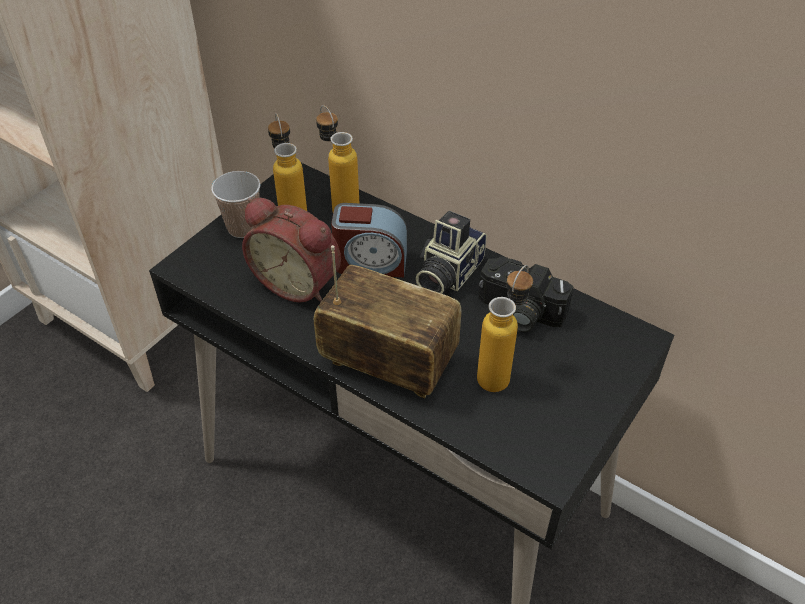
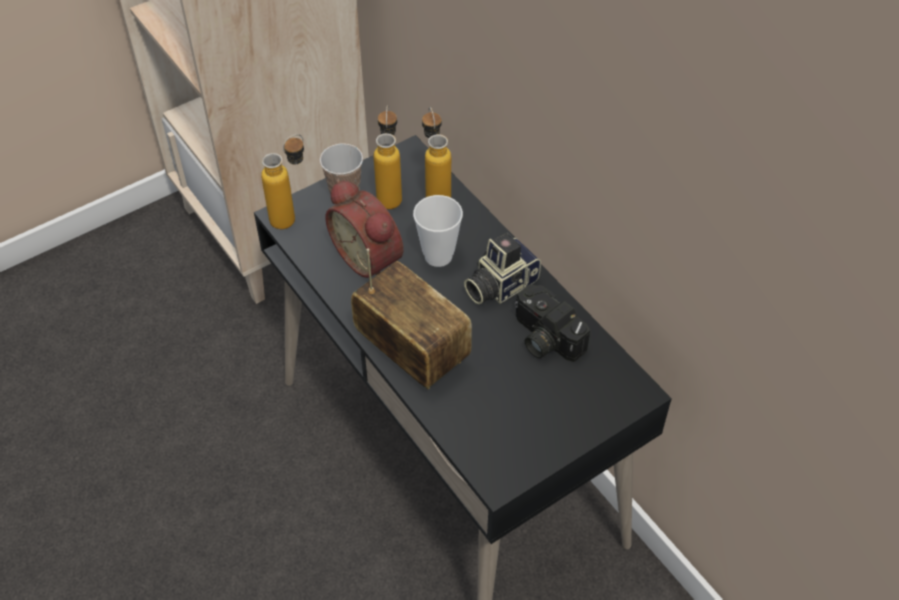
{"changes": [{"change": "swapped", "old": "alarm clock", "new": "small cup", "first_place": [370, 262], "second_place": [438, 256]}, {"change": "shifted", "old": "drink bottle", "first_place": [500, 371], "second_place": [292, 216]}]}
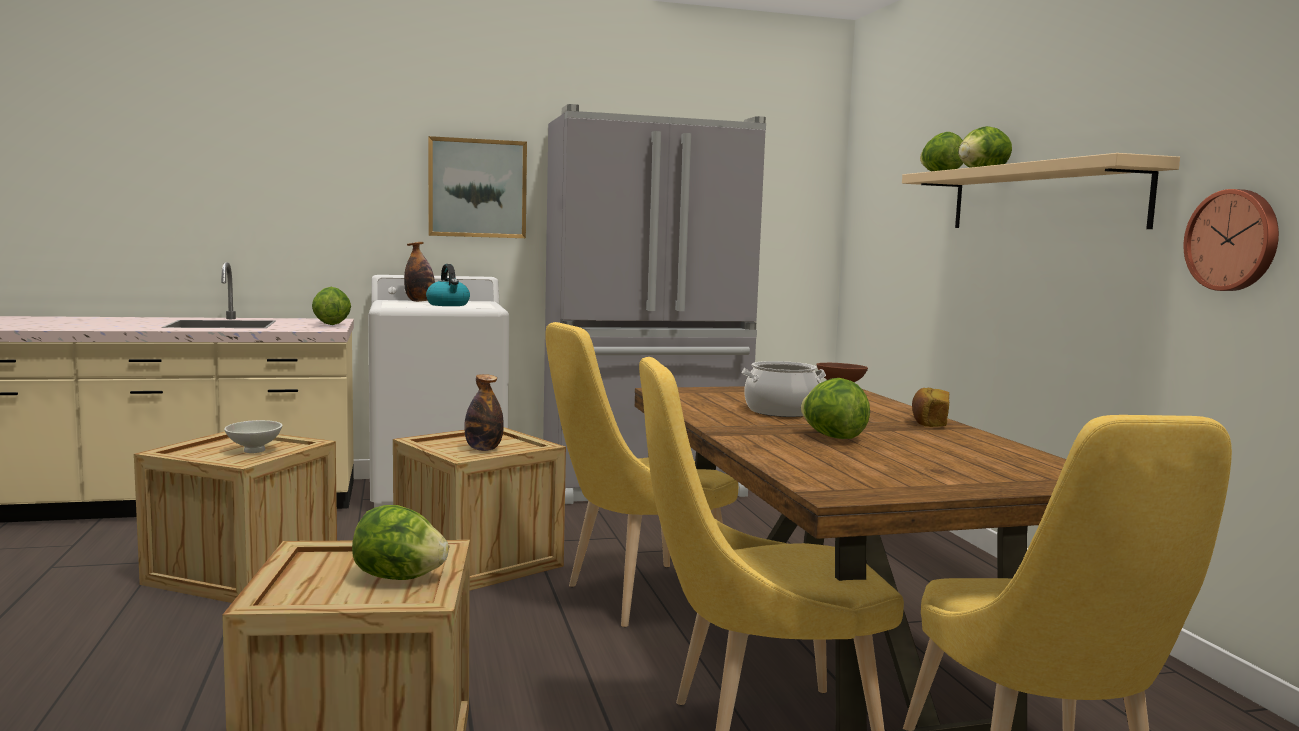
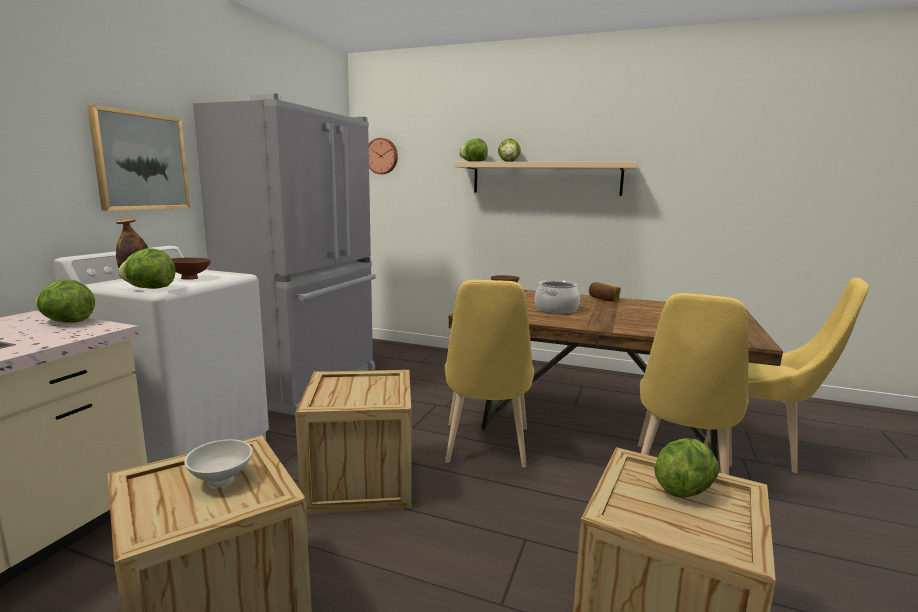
{"changes": [{"change": "swapped", "old": "kettle", "new": "serving bowl/brown", "first_place": [448, 305], "second_place": [190, 278]}, {"change": "gone", "old": "drink bottle", "first_place": [483, 449]}, {"change": "shifted", "old": "lettuce head", "first_place": [832, 437], "second_place": [149, 288]}, {"change": "shifted", "old": "wall clock", "first_place": [1234, 240], "second_place": [382, 156]}]}
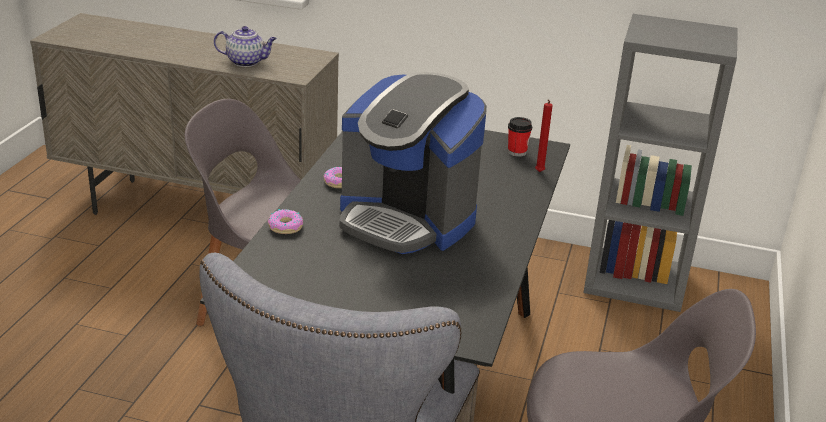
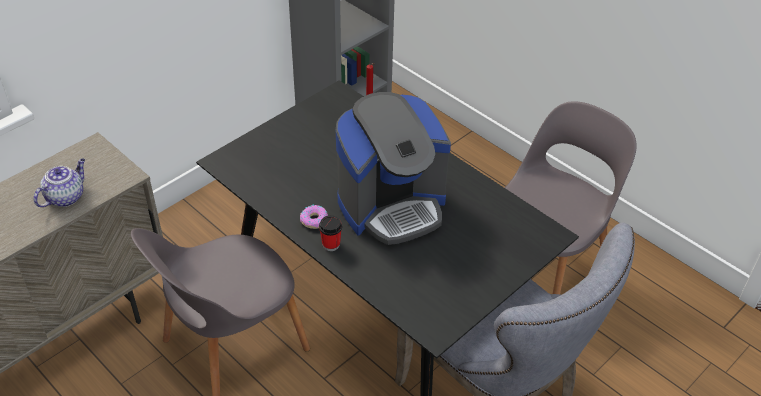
{"changes": [{"change": "gone", "old": "donut", "first_place": [286, 227]}, {"change": "shifted", "old": "small cup", "first_place": [517, 152], "second_place": [331, 244]}]}
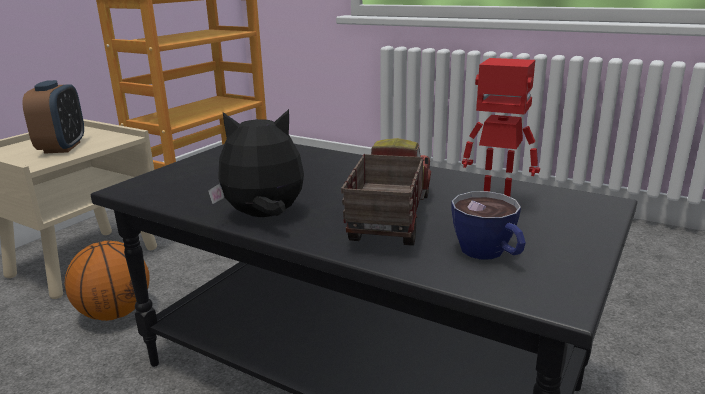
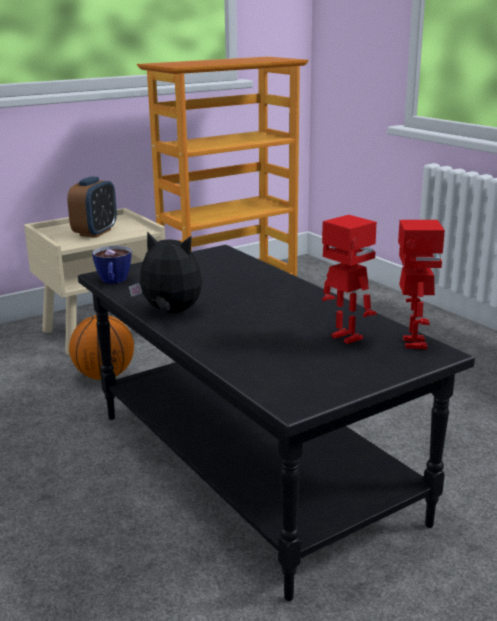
{"changes": [{"change": "gone", "old": "model truck", "first_place": [389, 218]}, {"change": "shifted", "old": "small cup", "first_place": [489, 254], "second_place": [113, 281]}, {"change": "new", "new": "model robot", "second_place": [413, 343]}]}
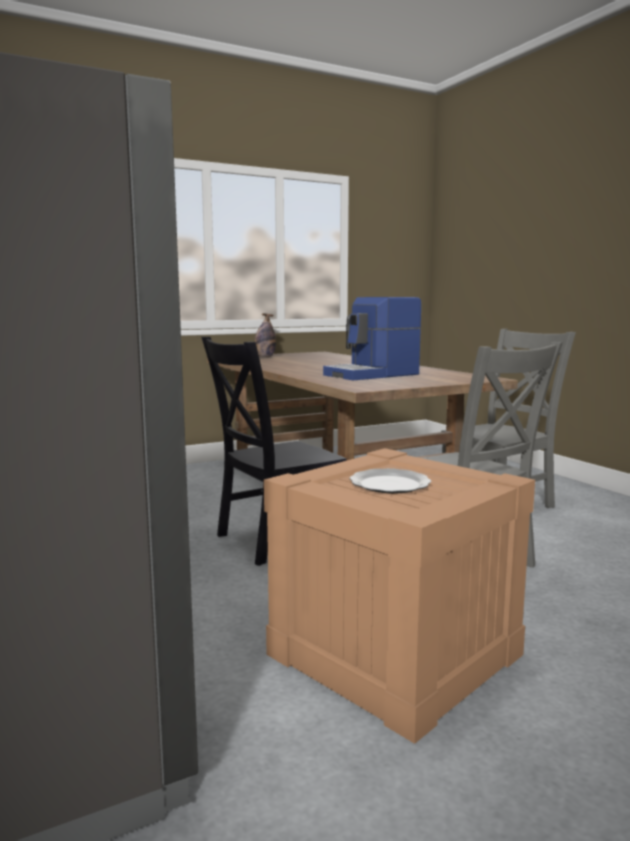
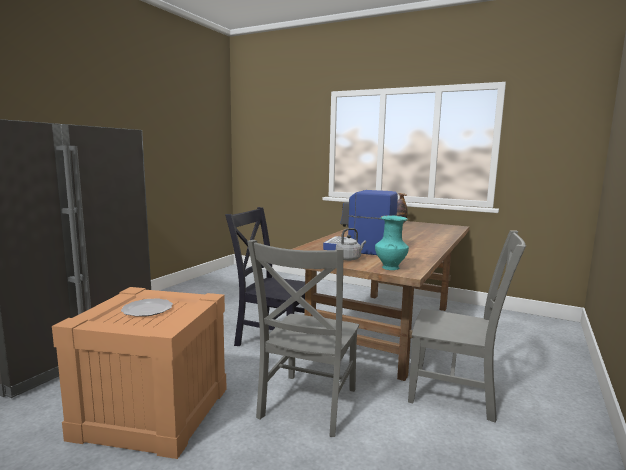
{"changes": [{"change": "new", "new": "kettle/greyish", "second_place": [349, 259]}, {"change": "new", "new": "flower vase/turquoise-coloured", "second_place": [390, 267]}]}
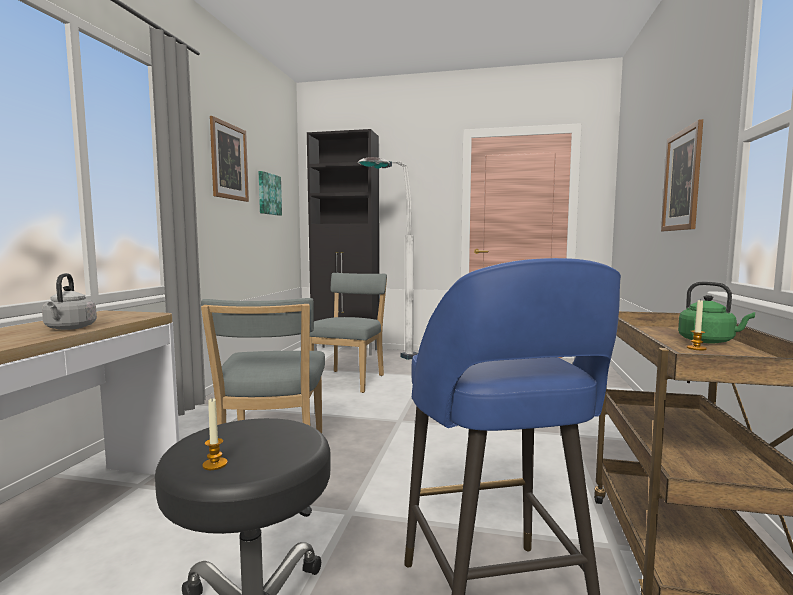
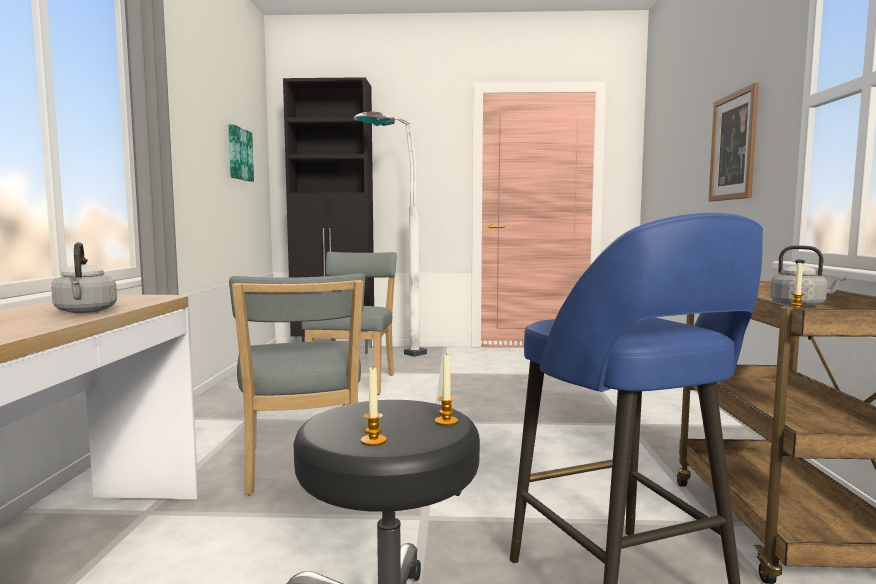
{"changes": [{"change": "gone", "old": "wall picture", "first_place": [229, 161]}, {"change": "repainted", "old": "kettle/green-coloured", "new": "kettle/greyish", "first_place": [709, 341], "second_place": [800, 306]}, {"change": "new", "new": "candle", "second_place": [446, 421]}]}
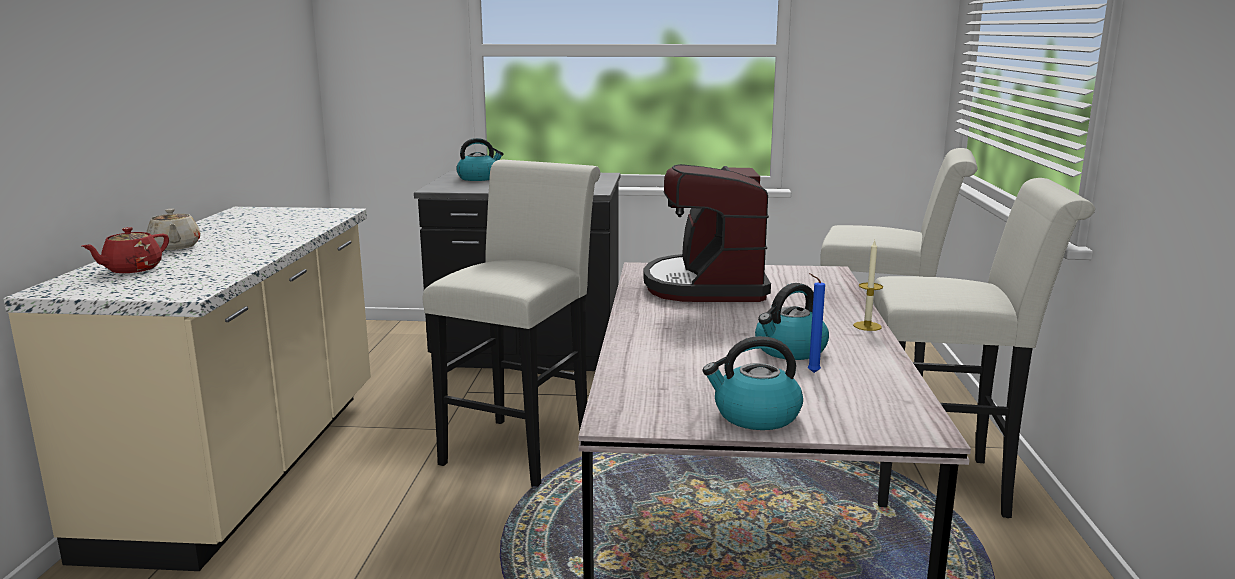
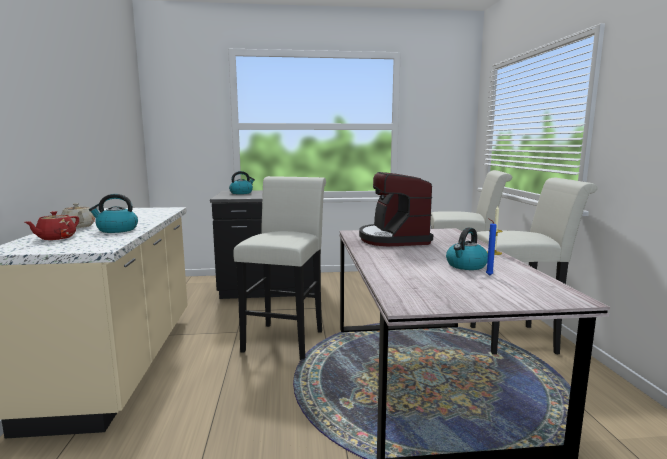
{"changes": [{"change": "shifted", "old": "kettle", "first_place": [755, 416], "second_place": [116, 230]}]}
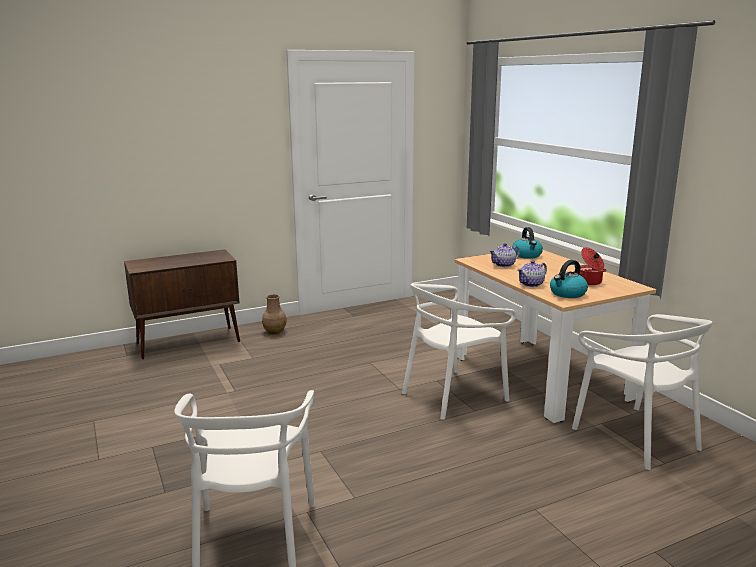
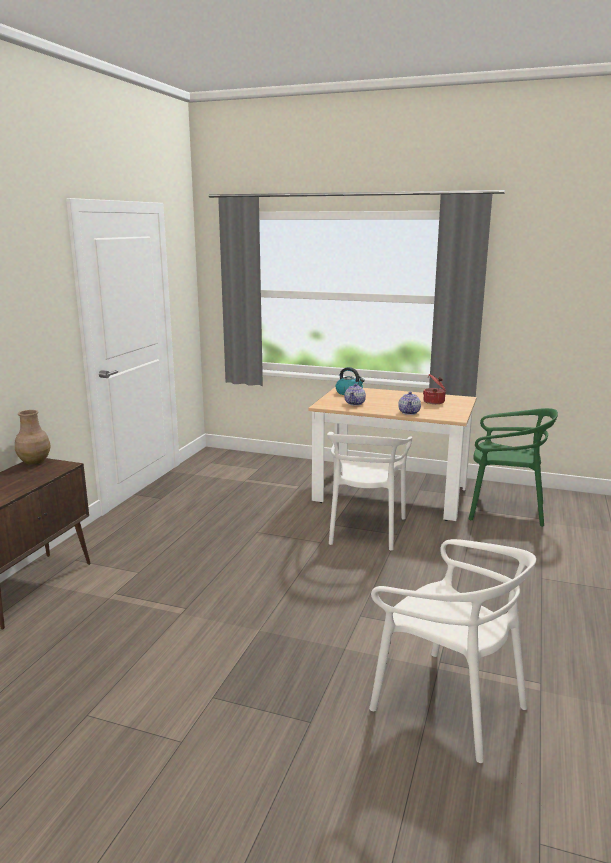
{"changes": [{"change": "shifted", "old": "flower vase/brown", "first_place": [274, 331], "second_place": [34, 461]}, {"change": "gone", "old": "kettle", "first_place": [567, 294]}, {"change": "repainted", "old": "plain chair/white", "new": "plain chair/green-coloured", "first_place": [636, 437], "second_place": [505, 510]}]}
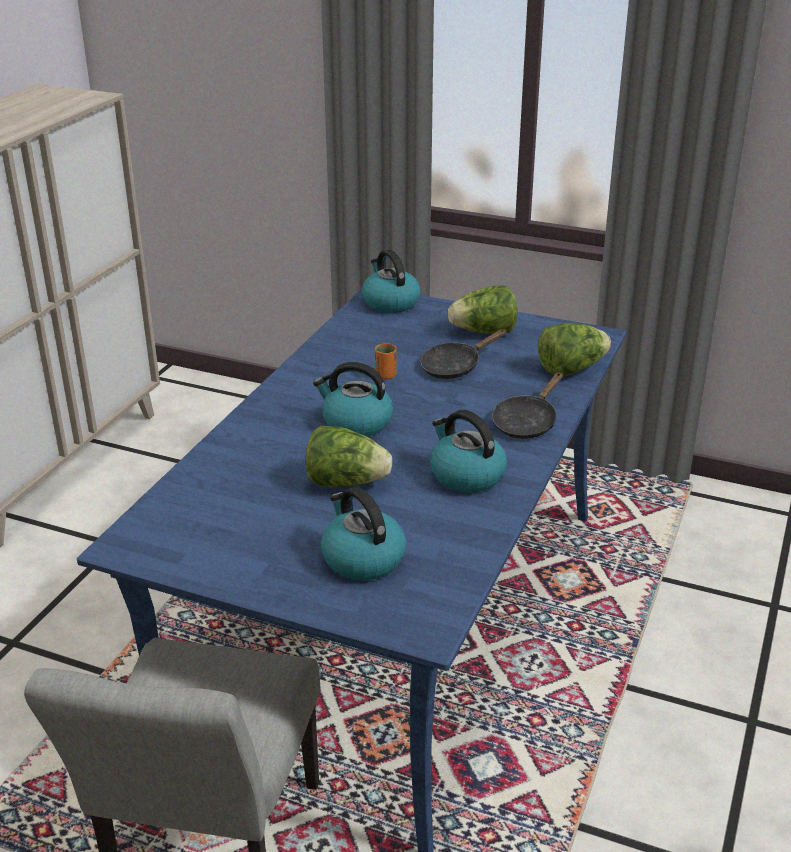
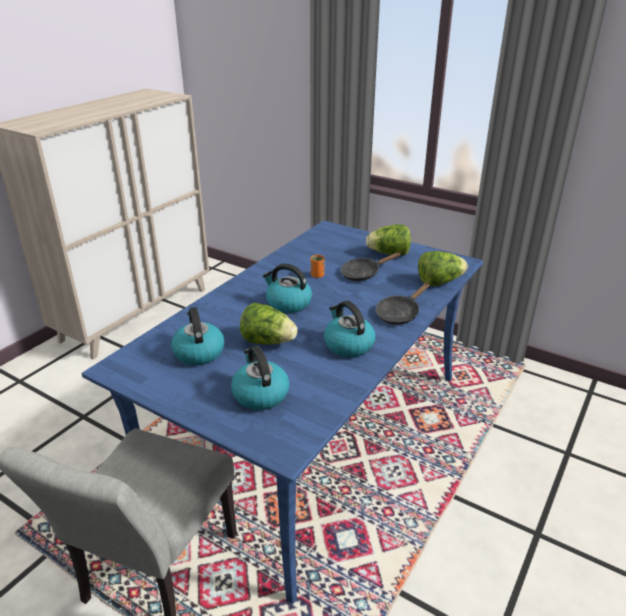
{"changes": [{"change": "shifted", "old": "kettle", "first_place": [390, 303], "second_place": [198, 352]}]}
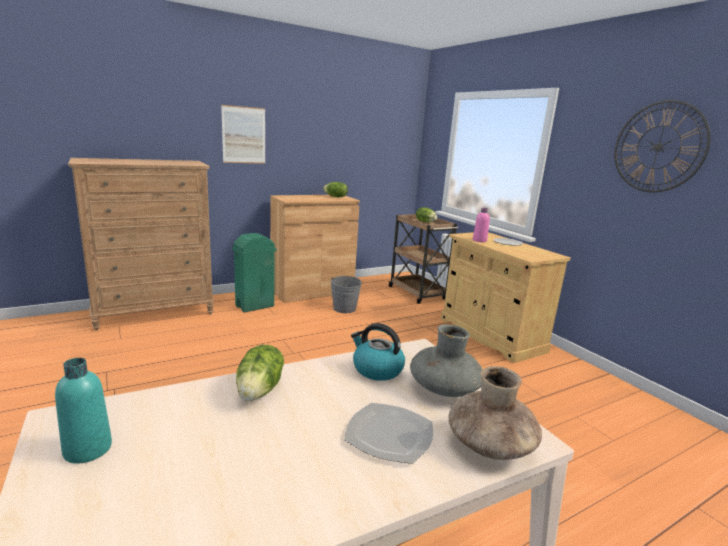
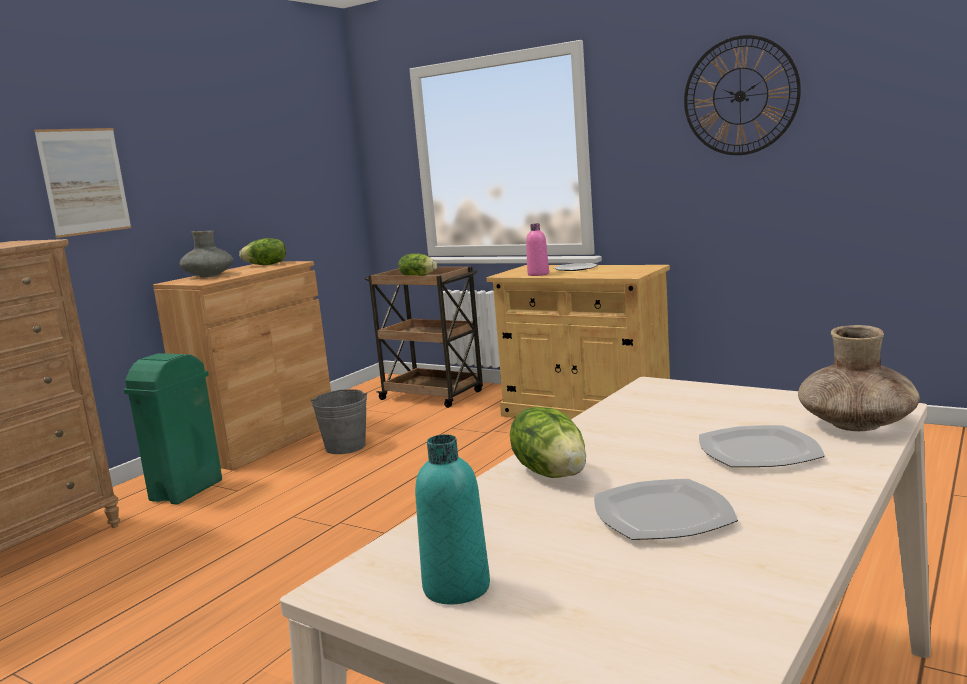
{"changes": [{"change": "gone", "old": "kettle", "first_place": [376, 369]}, {"change": "shifted", "old": "flower vase/greyish", "first_place": [444, 388], "second_place": [209, 276]}, {"change": "new", "new": "flat dish", "second_place": [661, 514]}]}
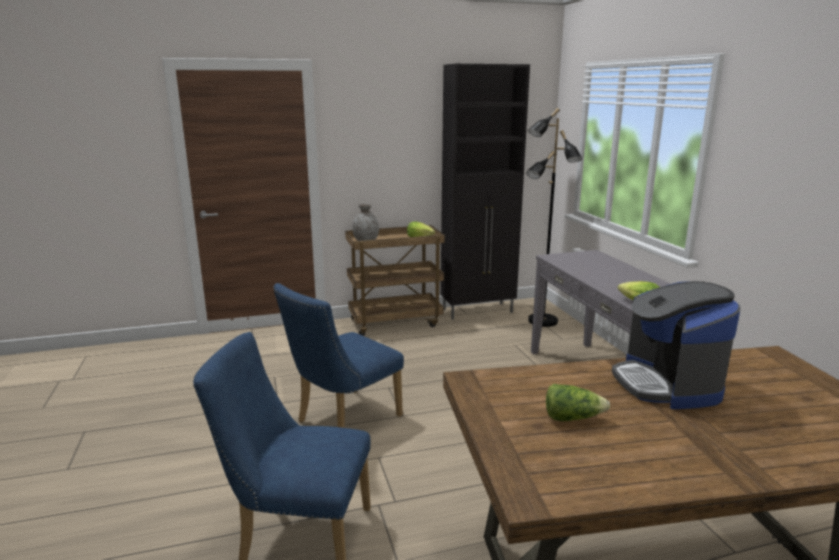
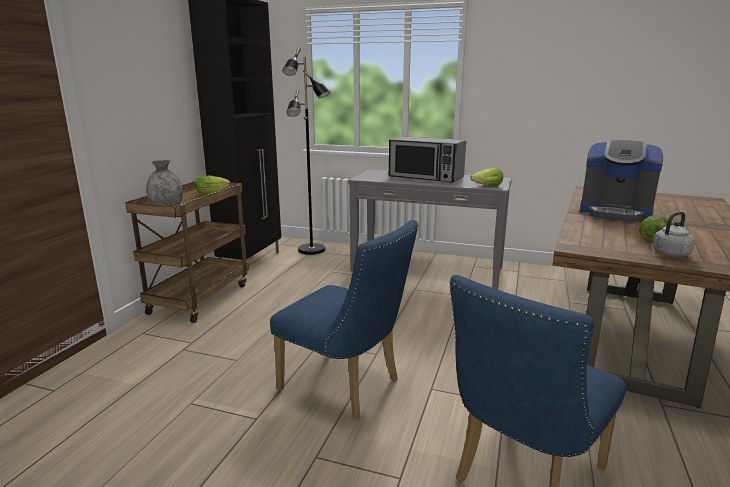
{"changes": [{"change": "rotated", "old": "plain chair/blue", "first_place": [342, 421], "second_place": [347, 388], "degrees": -45}, {"change": "new", "new": "kitchen microwave", "second_place": [426, 177]}, {"change": "new", "new": "kettle/greyish", "second_place": [669, 254]}]}
